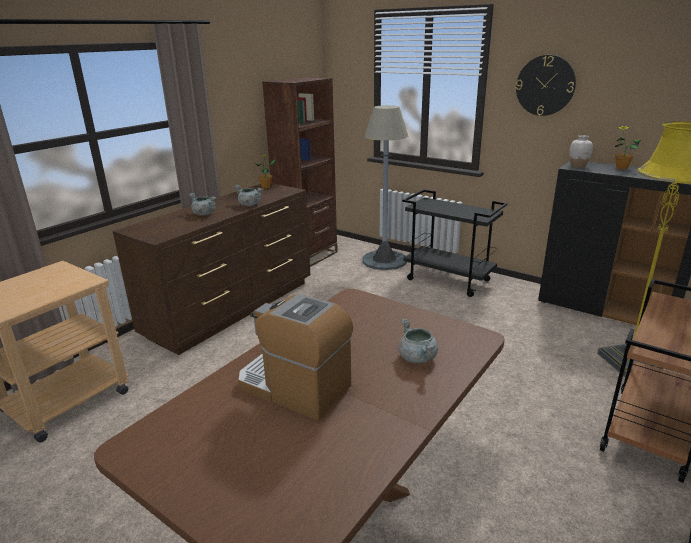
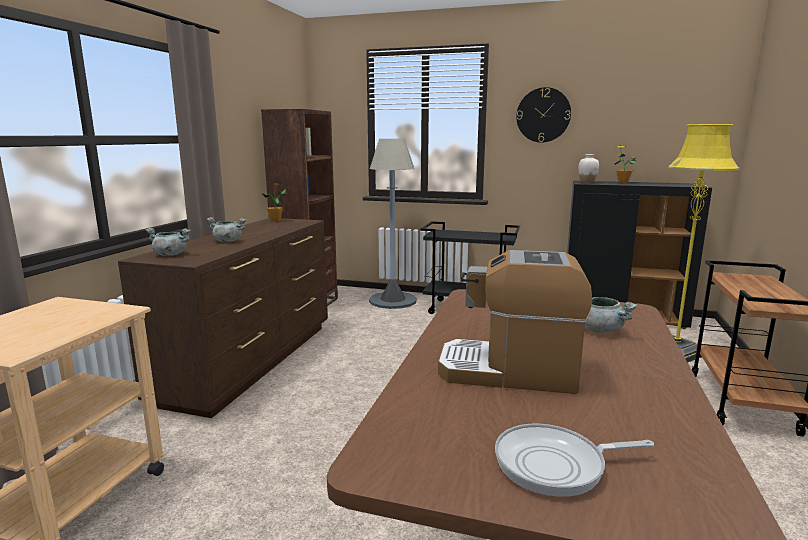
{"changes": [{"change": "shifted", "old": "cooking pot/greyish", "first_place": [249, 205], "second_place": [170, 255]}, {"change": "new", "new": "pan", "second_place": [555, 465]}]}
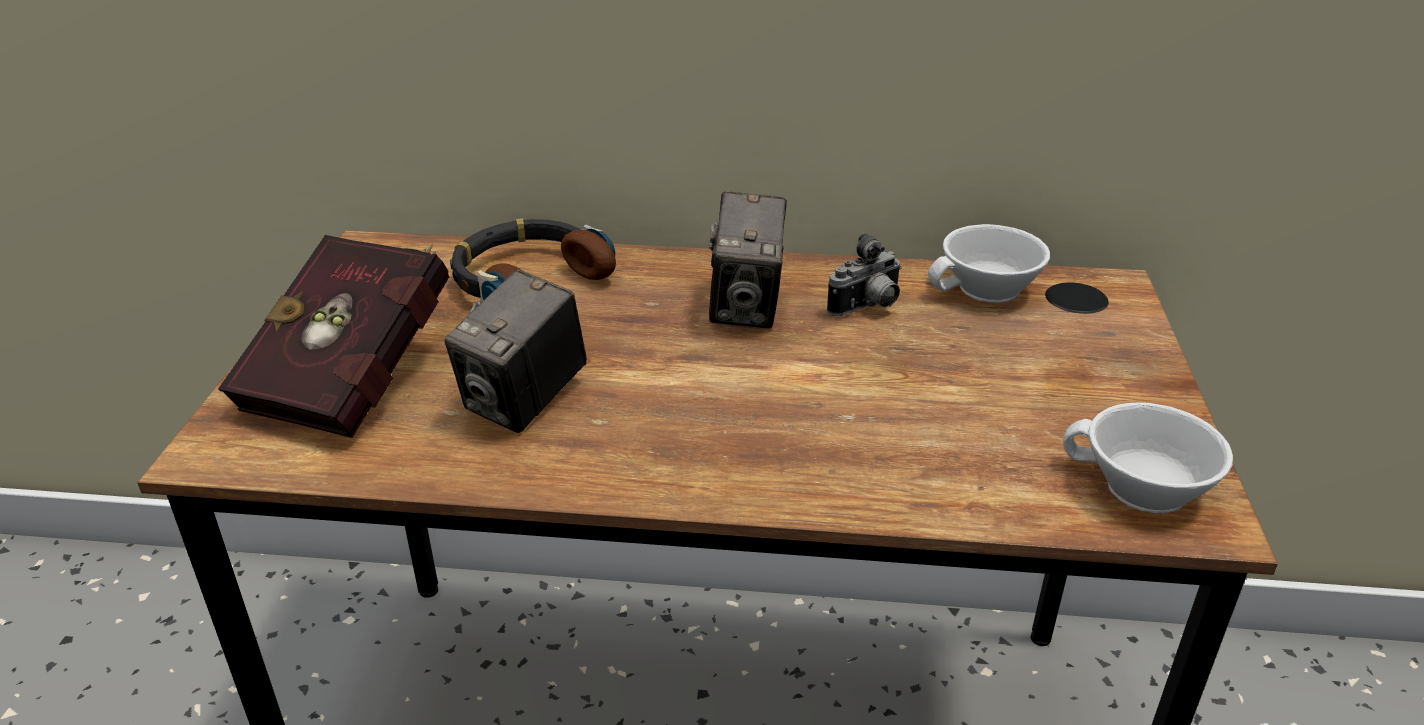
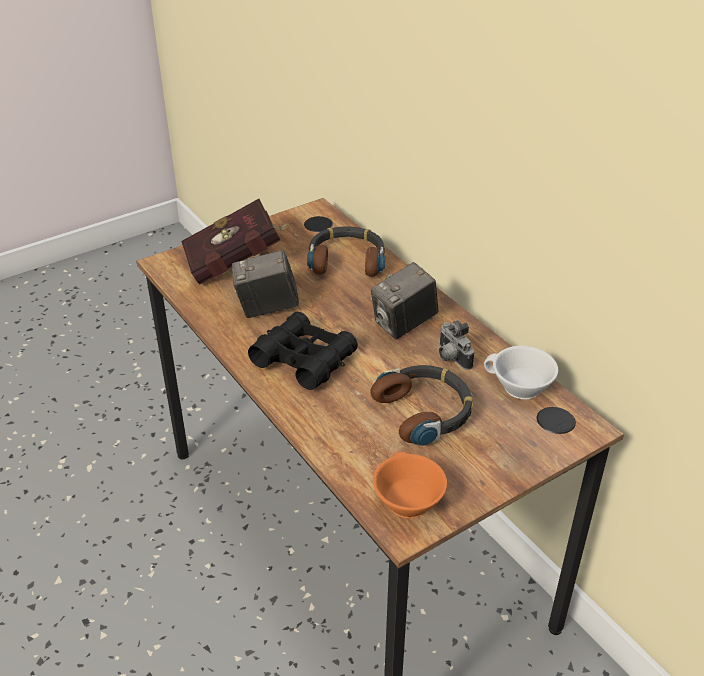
{"changes": [{"change": "rotated", "old": "photo camera", "first_place": [868, 307], "second_place": [451, 358], "degrees": 45}, {"change": "repainted", "old": "small cup/white", "new": "small cup/orangey", "first_place": [1140, 489], "second_place": [405, 500]}, {"change": "new", "new": "field glasses/blackish", "second_place": [304, 359]}, {"change": "new", "new": "pair of headphones", "second_place": [425, 411]}]}
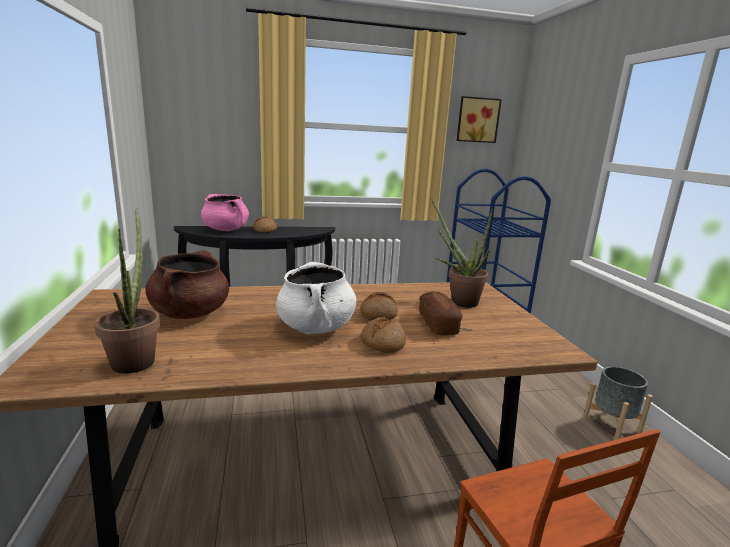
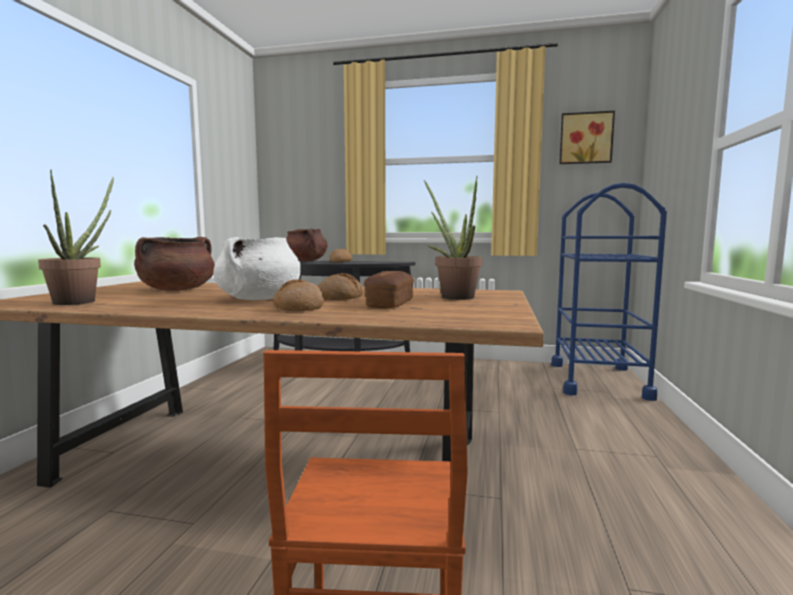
{"changes": [{"change": "repainted", "old": "cooking pot/pinkish", "new": "cooking pot/brown", "first_place": [226, 230], "second_place": [306, 261]}, {"change": "gone", "old": "plant pot/greyish", "first_place": [611, 425]}]}
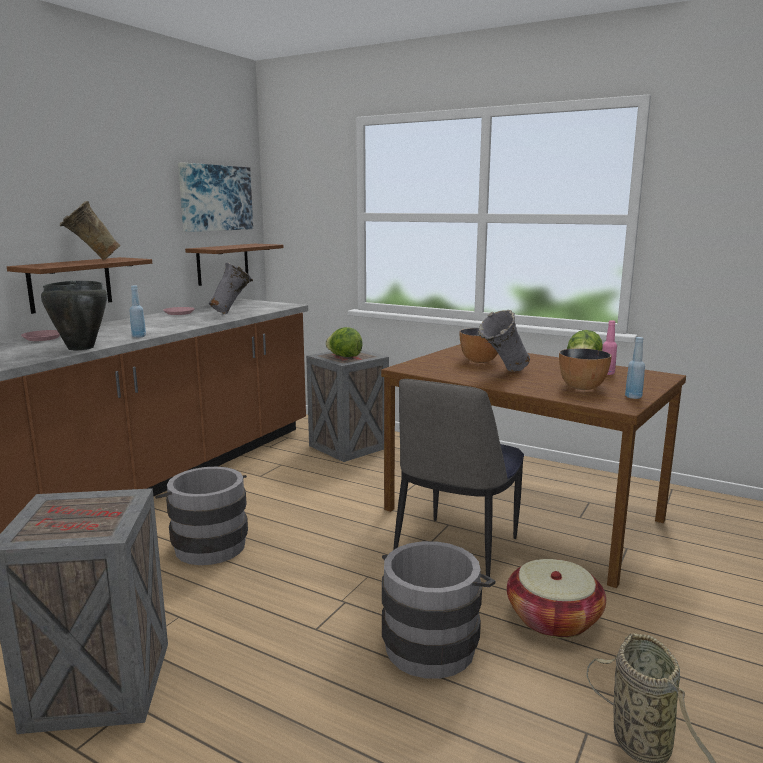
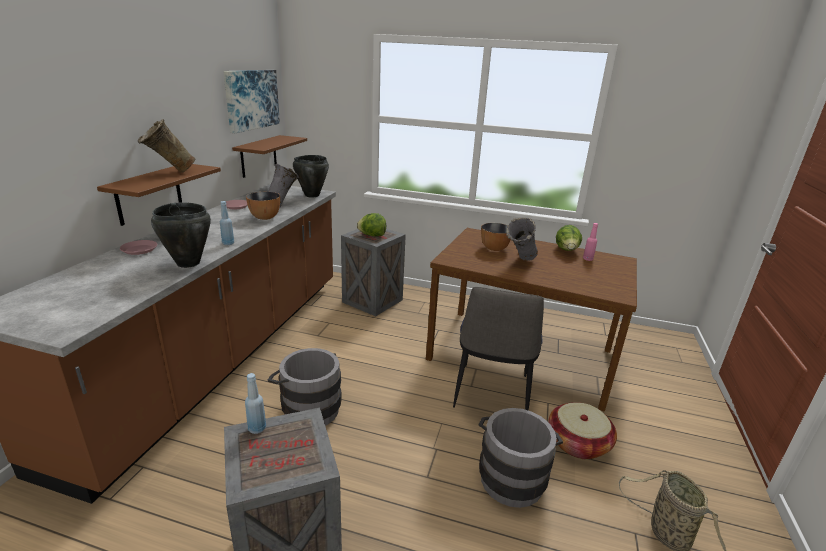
{"changes": [{"change": "shifted", "old": "serving bowl", "first_place": [582, 387], "second_place": [265, 217]}, {"change": "shifted", "old": "drink bottle/blue", "first_place": [633, 397], "second_place": [257, 428]}, {"change": "new", "new": "cooking pot/blackish", "second_place": [311, 195]}]}
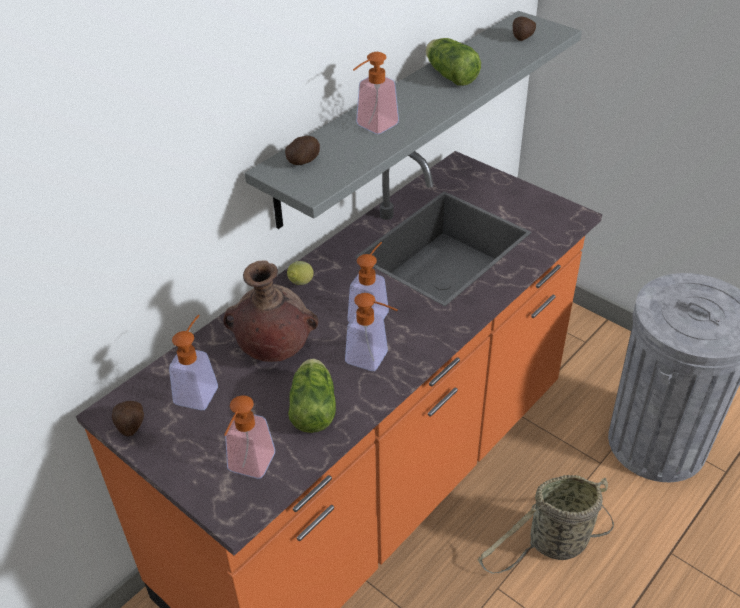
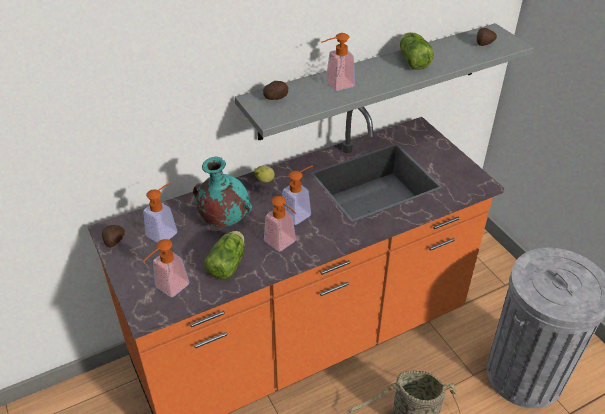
{"changes": [{"change": "repainted", "old": "flower vase/brown", "new": "flower vase/turquoise-coloured", "first_place": [273, 350], "second_place": [224, 219]}]}
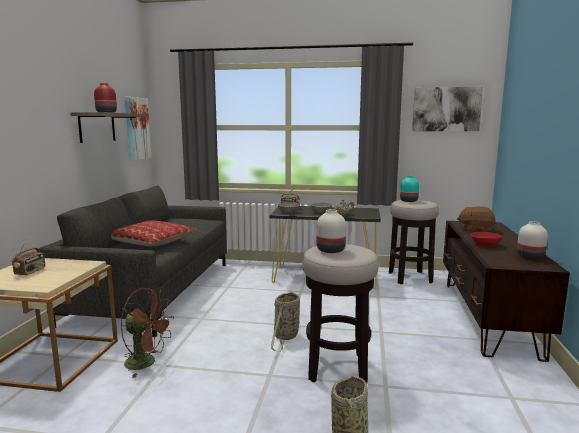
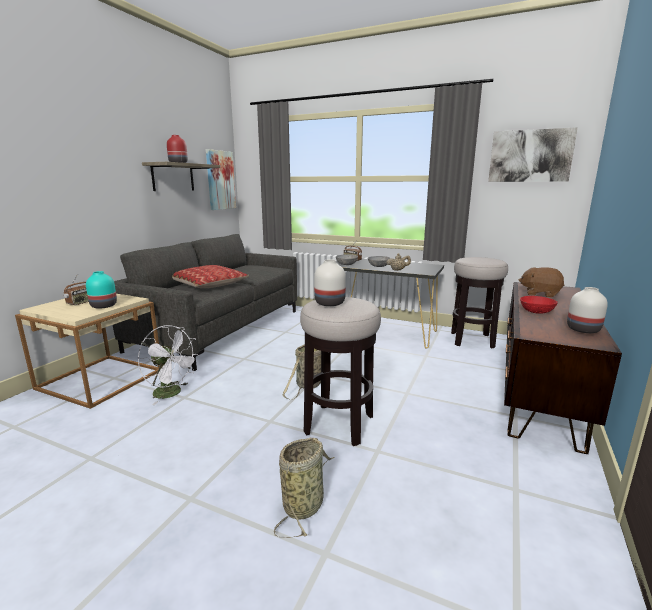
{"changes": [{"change": "repainted", "old": "electric fan/brown", "new": "electric fan/white", "first_place": [147, 363], "second_place": [172, 393]}, {"change": "shifted", "old": "flower vase/turquoise-coloured", "first_place": [409, 201], "second_place": [104, 306]}]}
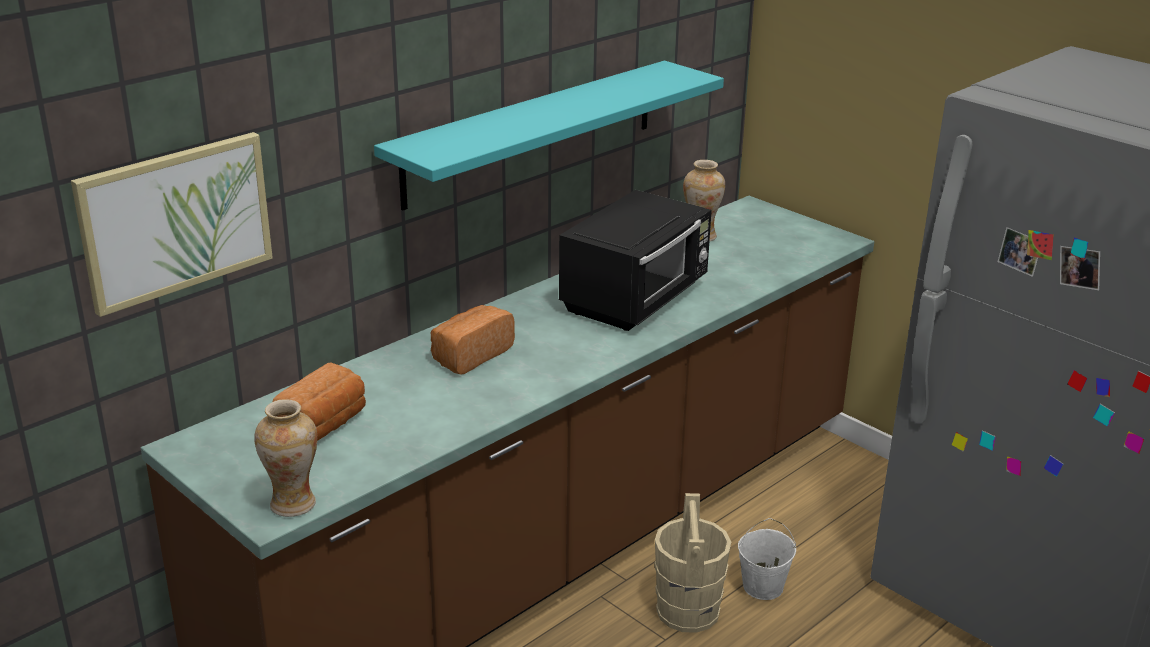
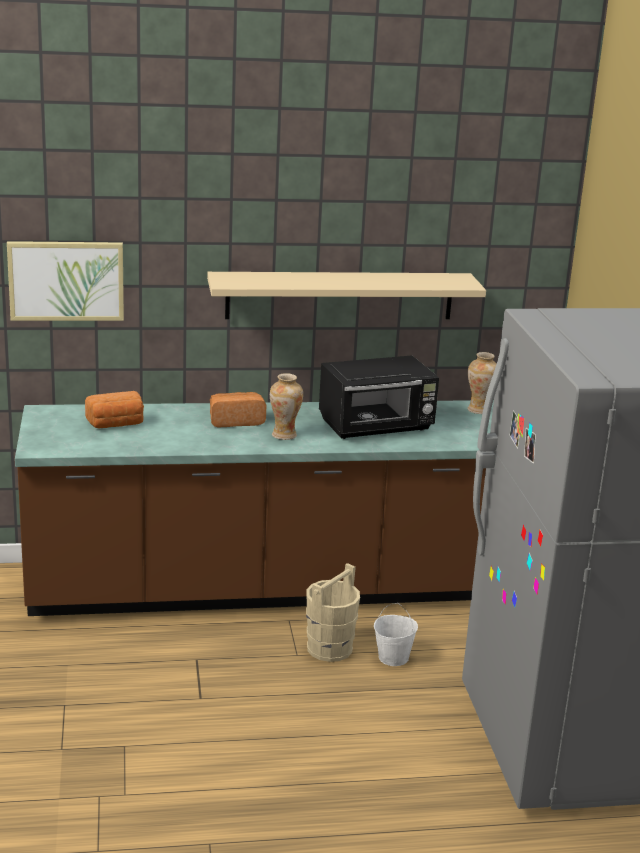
{"changes": [{"change": "shifted", "old": "flower vase", "first_place": [293, 504], "second_place": [284, 435]}, {"change": "repainted", "old": "wall shelf/turquoise-coloured", "new": "wall shelf/beige", "first_place": [532, 132], "second_place": [340, 295]}]}
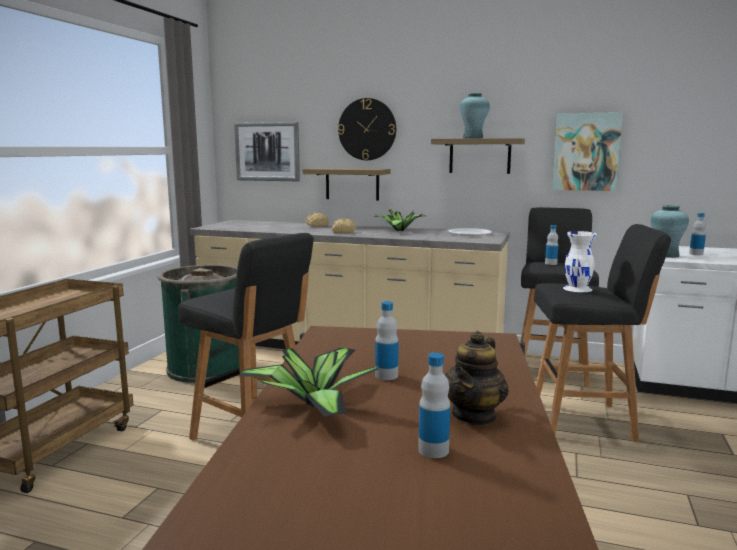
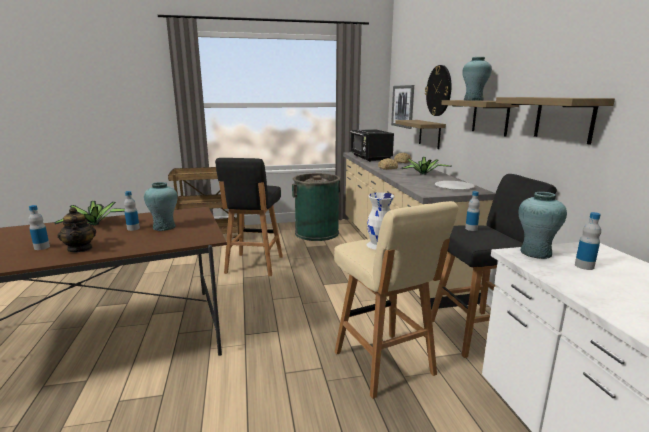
{"changes": [{"change": "rotated", "old": "pot for tea", "first_place": [474, 416], "second_place": [80, 249], "degrees": -120}, {"change": "repainted", "old": "stool seat/blackish", "new": "stool seat/beige", "first_place": [585, 421], "second_place": [385, 365]}, {"change": "swapped", "old": "wall picture", "new": "wall shelf", "first_place": [586, 152], "second_place": [564, 119]}, {"change": "new", "new": "flower vase/turquoise-coloured", "second_place": [164, 227]}, {"change": "new", "new": "kitchen microwave/blackish", "second_place": [370, 158]}]}
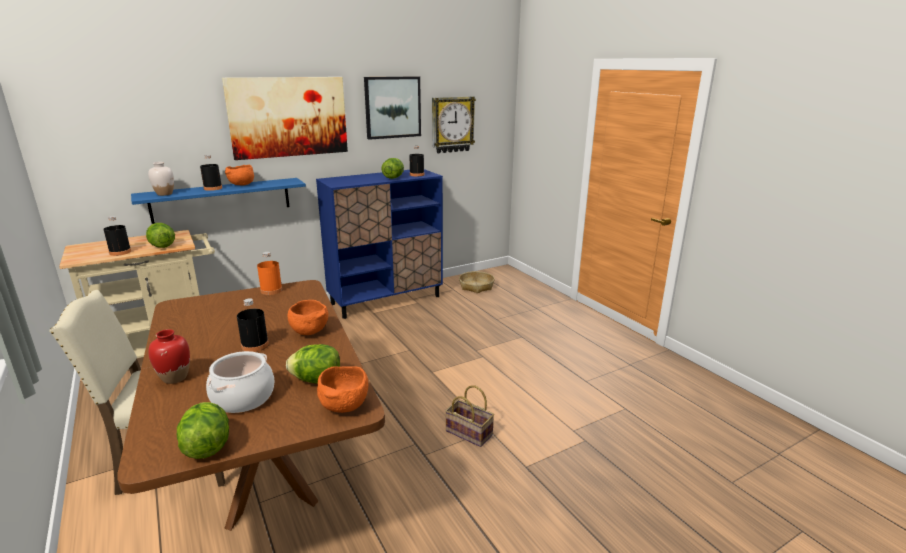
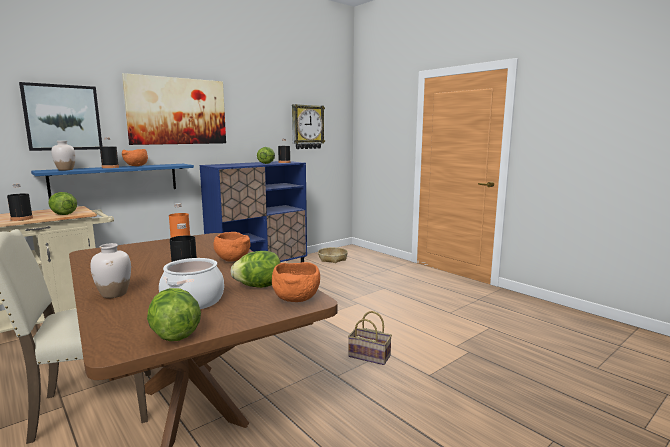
{"changes": [{"change": "repainted", "old": "flower vase/reddish", "new": "flower vase/white", "first_place": [175, 377], "second_place": [114, 294]}, {"change": "shifted", "old": "wall picture", "first_place": [392, 107], "second_place": [63, 117]}]}
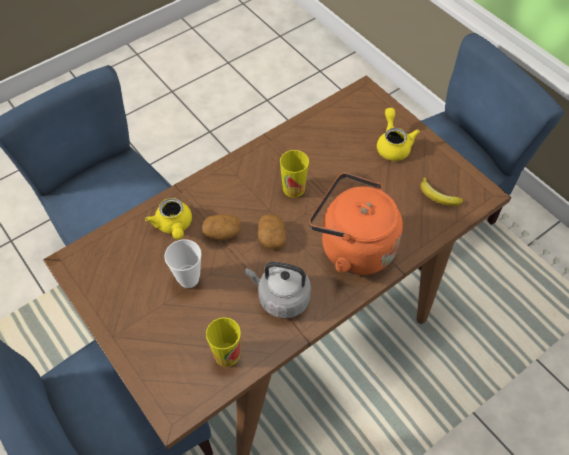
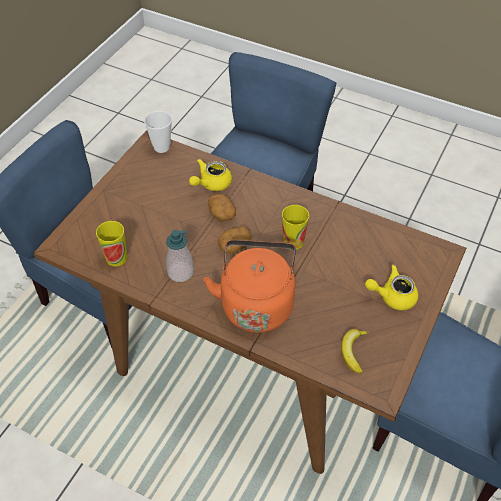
{"changes": [{"change": "shifted", "old": "small cup", "first_place": [188, 279], "second_place": [161, 147]}, {"change": "swapped", "old": "kettle/greyish", "new": "soap dispenser", "first_place": [281, 298], "second_place": [180, 272]}, {"change": "rotated", "old": "pot for tea/yellow", "first_place": [393, 145], "second_place": [392, 296], "degrees": -150}]}
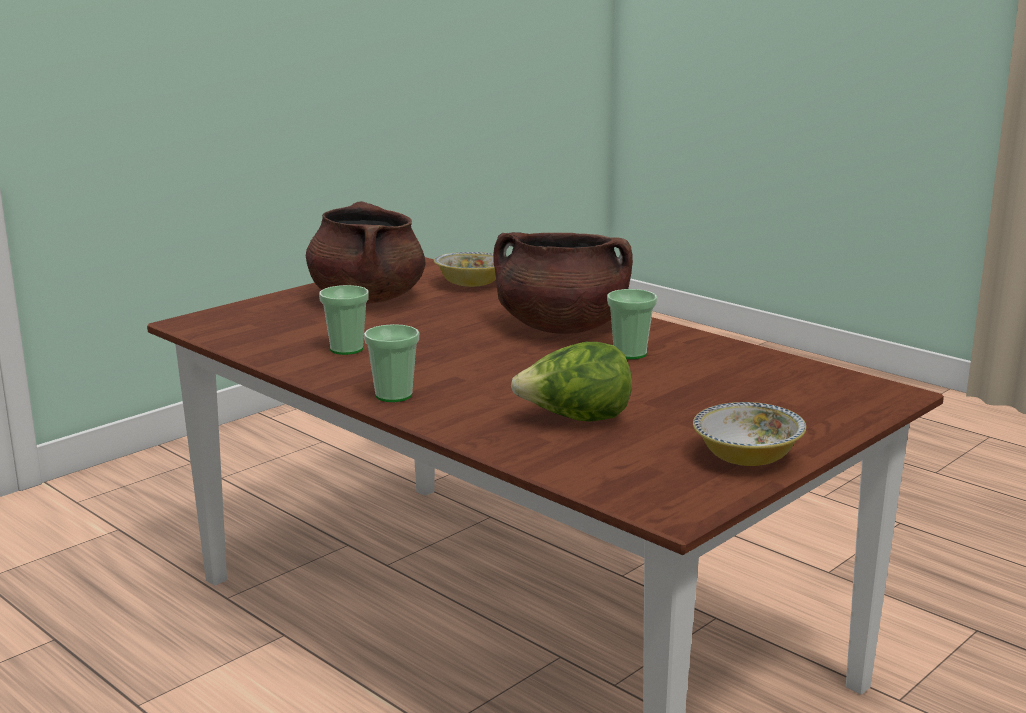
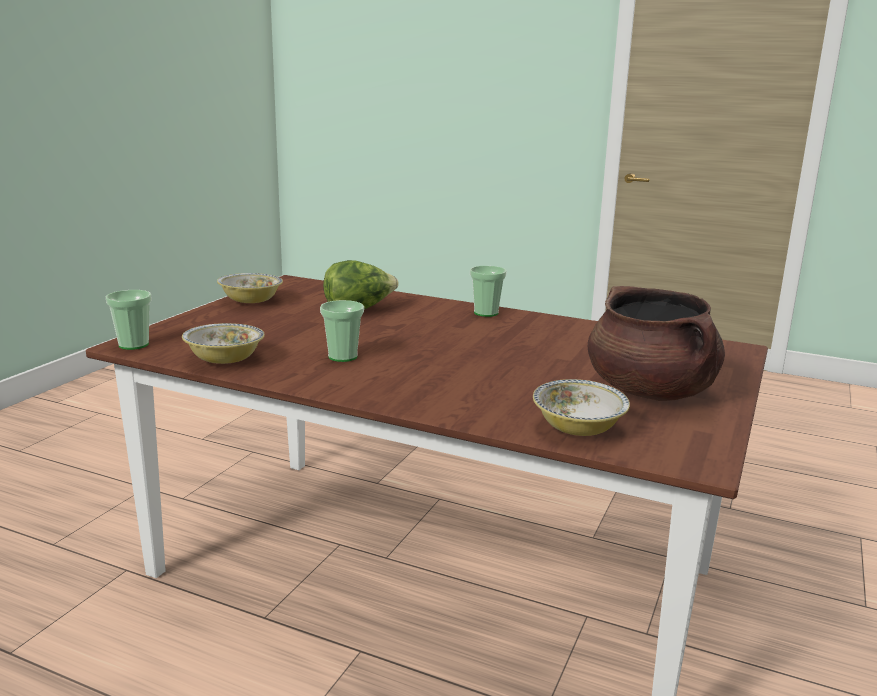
{"changes": [{"change": "shifted", "old": "small cup", "first_place": [346, 349], "second_place": [133, 345]}, {"change": "gone", "old": "cooking pot/brown", "first_place": [561, 328]}, {"change": "new", "new": "serving bowl", "second_place": [225, 360]}]}
